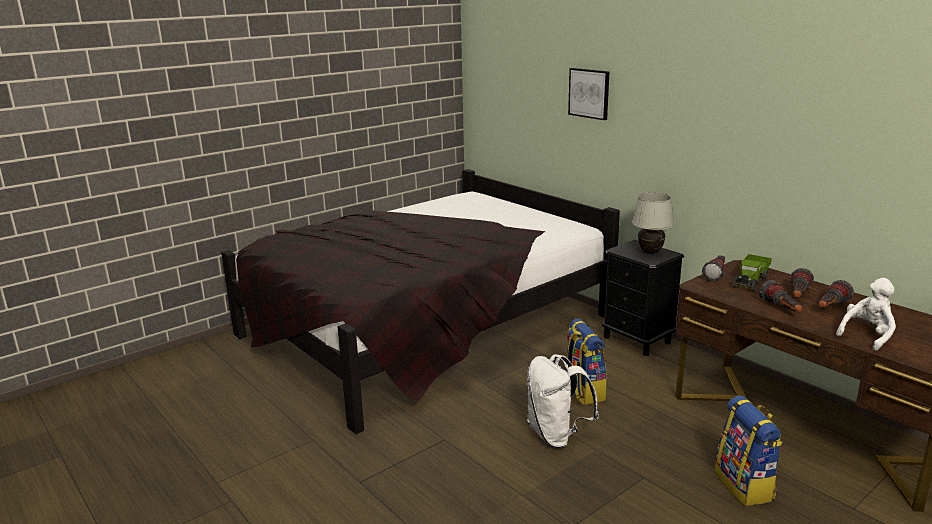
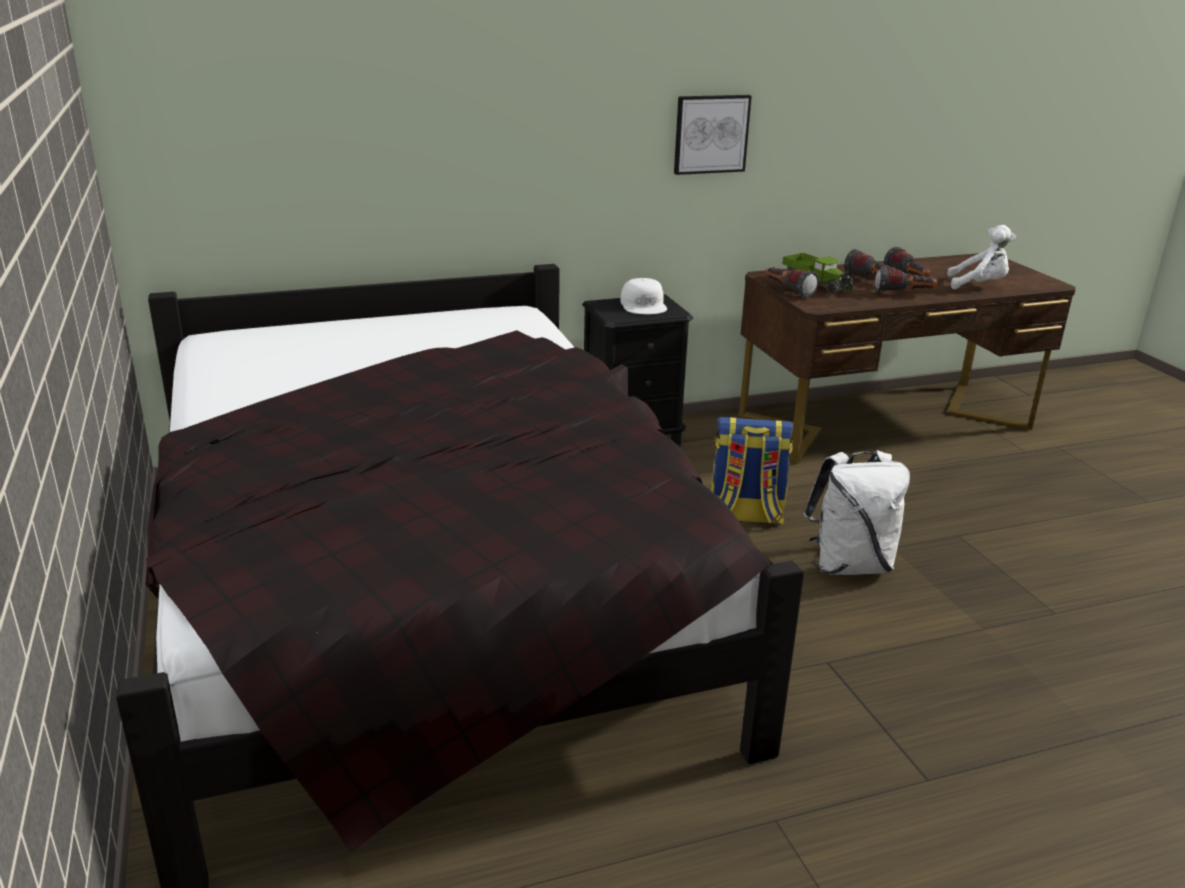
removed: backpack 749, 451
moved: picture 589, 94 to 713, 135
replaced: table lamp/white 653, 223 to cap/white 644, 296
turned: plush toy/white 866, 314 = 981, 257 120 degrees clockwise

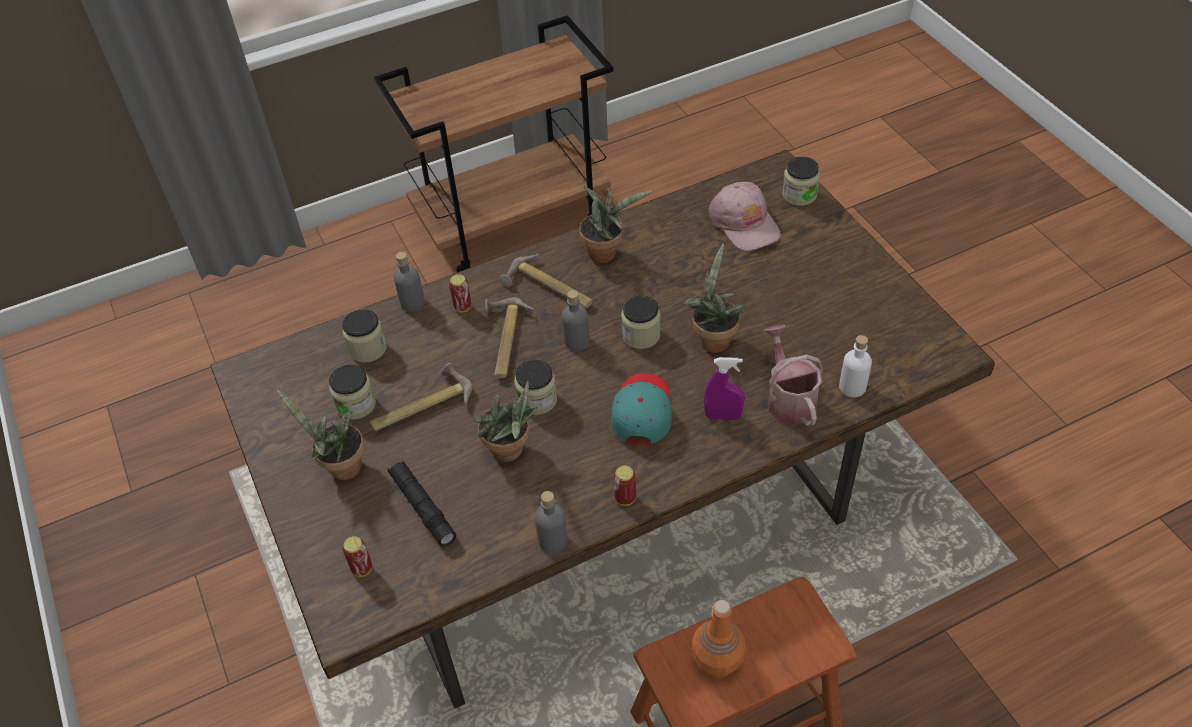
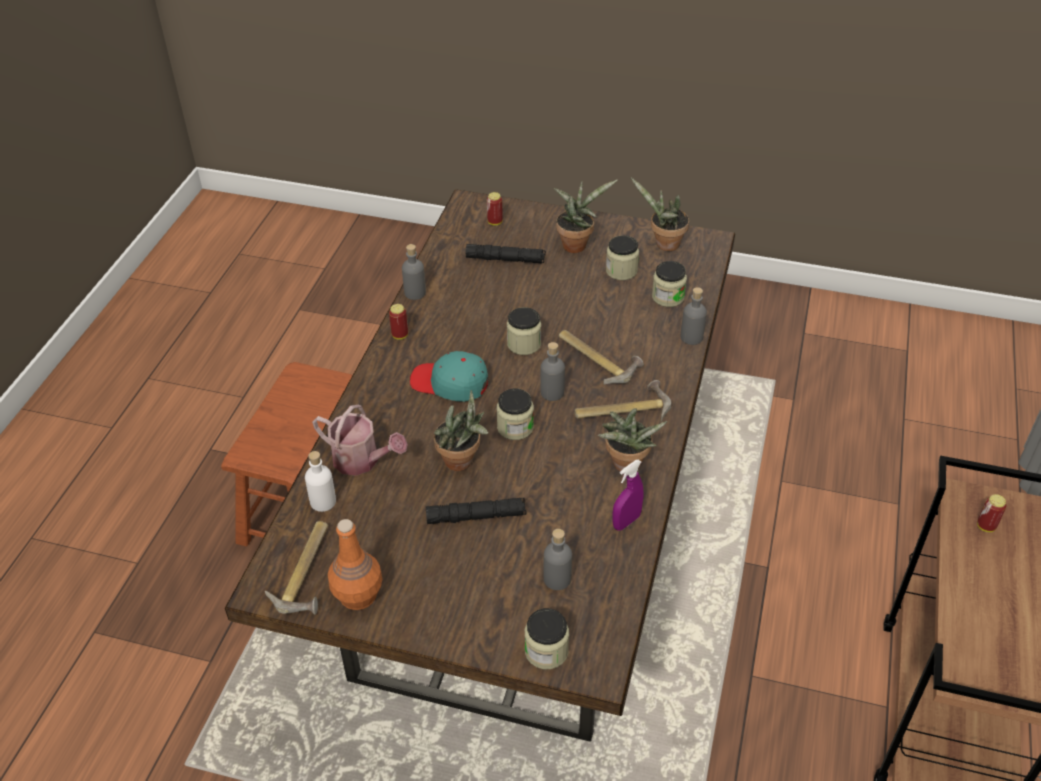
added: flashlight/black 476, 511
moved: can 460, 293 to 992, 513; spray bottle/purple 724, 388 to 628, 495; hammer 421, 397 to 296, 568; potted plant 506, 421 to 660, 214; bottle/orange 719, 639 to 355, 564
replaced: cap/pink 744, 216 to bottle/grey 557, 559
turned: cap/turquoise 641, 409 = 449, 376 150 degrees clockwise

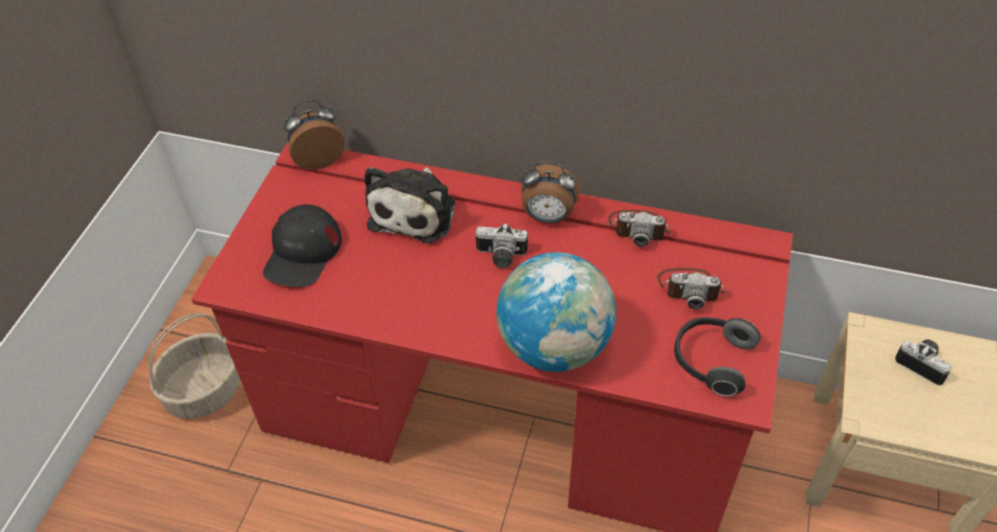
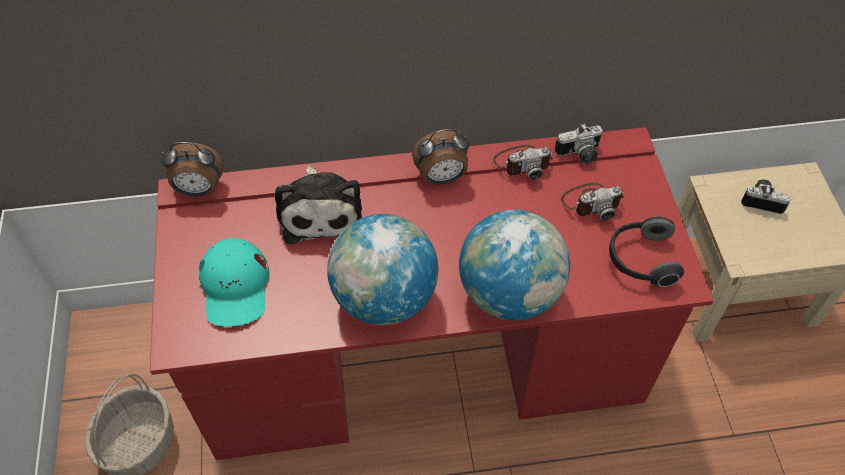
added: globe 382, 269
moved: photo camera 502, 245 to 578, 144
recoloured: cap/black 302, 245 to cap/turquoise 233, 282
turned: alarm clock 314, 135 = 193, 169 135 degrees counterclockwise

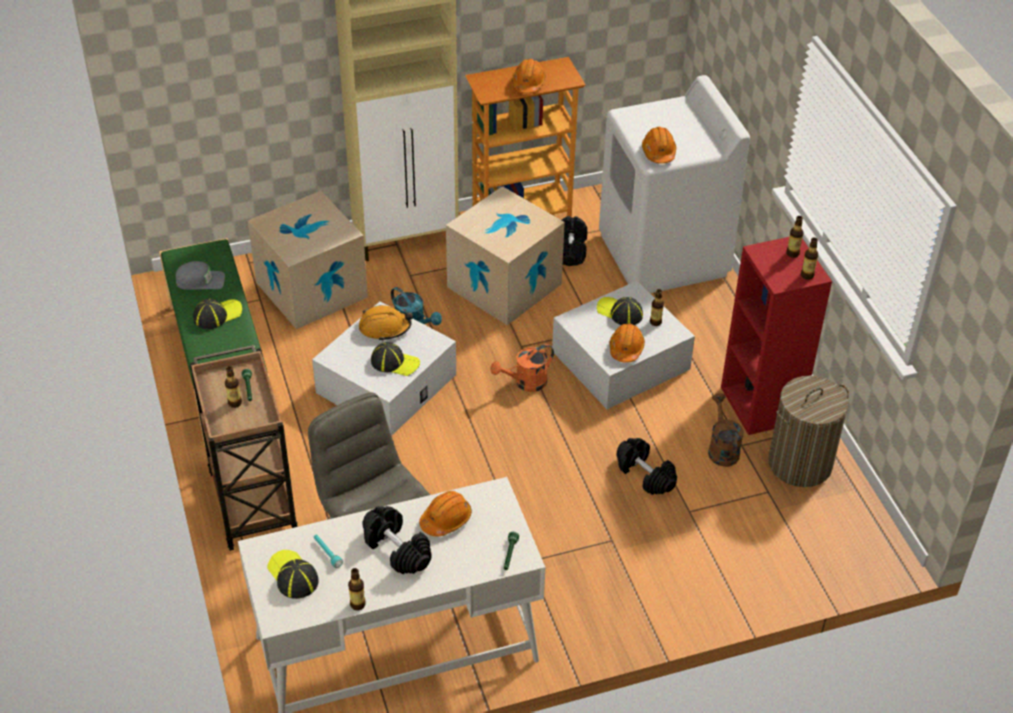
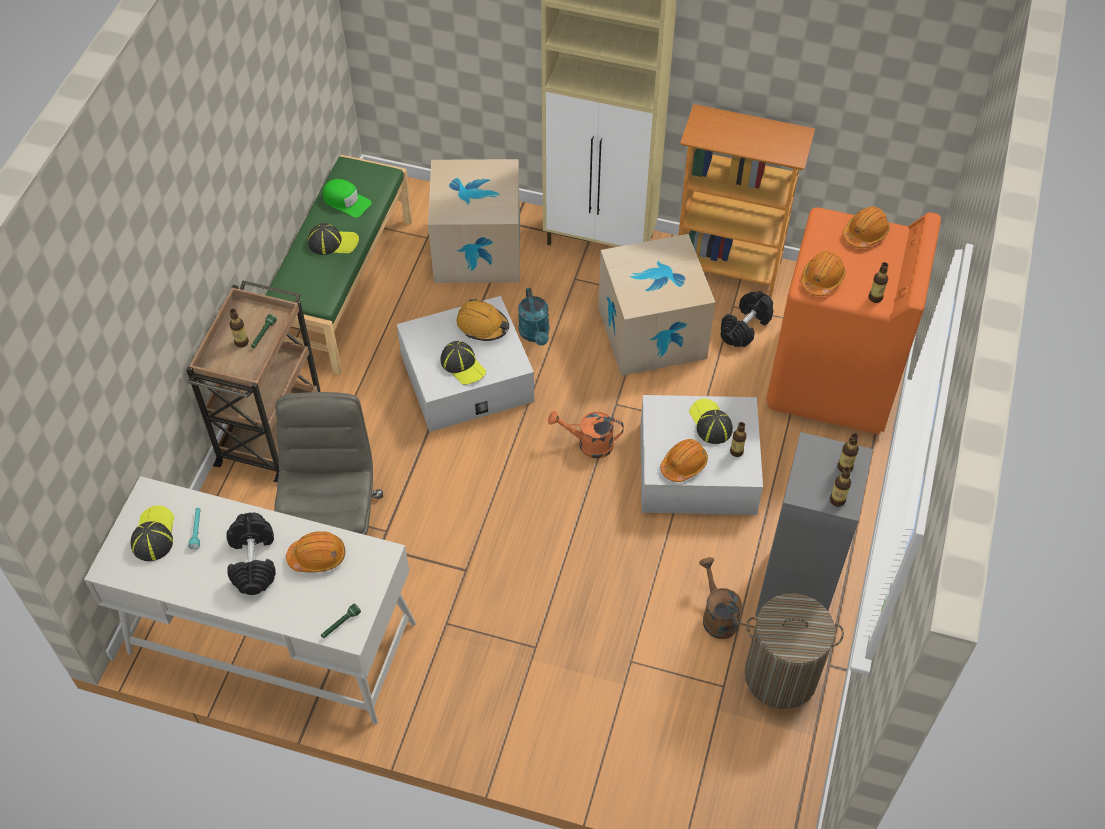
removed: dumbbell/black 647, 466
moved: hard hat/orange 529, 76 to 866, 227; bottle 357, 589 to 878, 282
recoloured: washing machine/white 674, 184 to washing machine/orange 853, 321; bookcase/red 776, 336 to bookcase/grey 814, 524; cap/grey 200, 275 to cap/green 347, 198
turned: watering can/brown 726, 430 = 720, 598 45 degrees counterclockwise

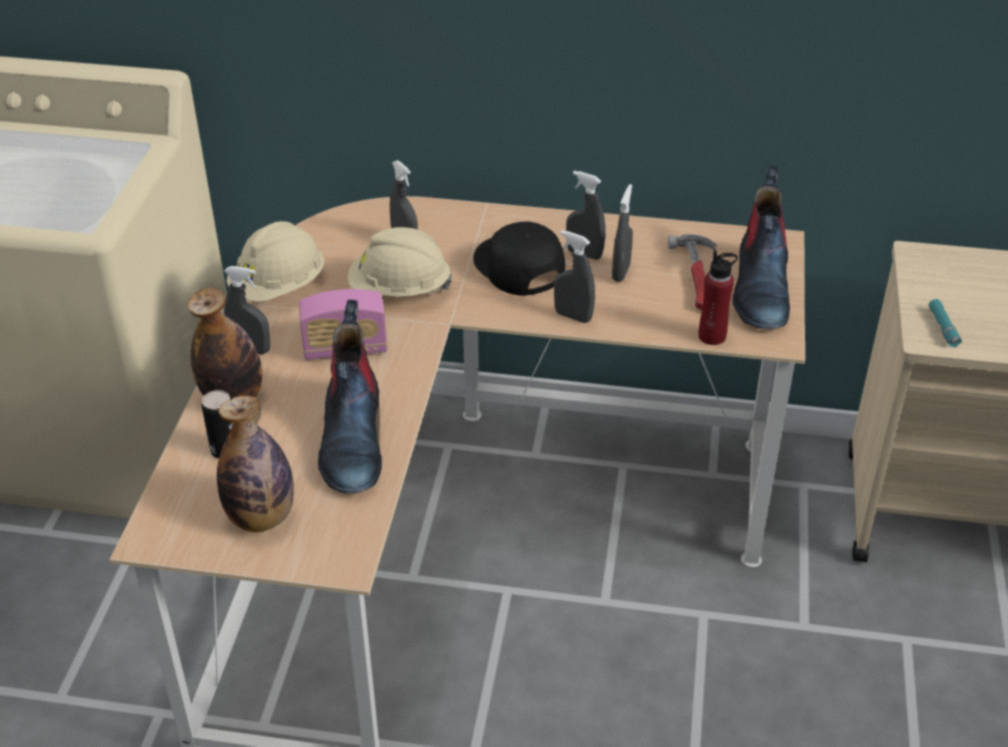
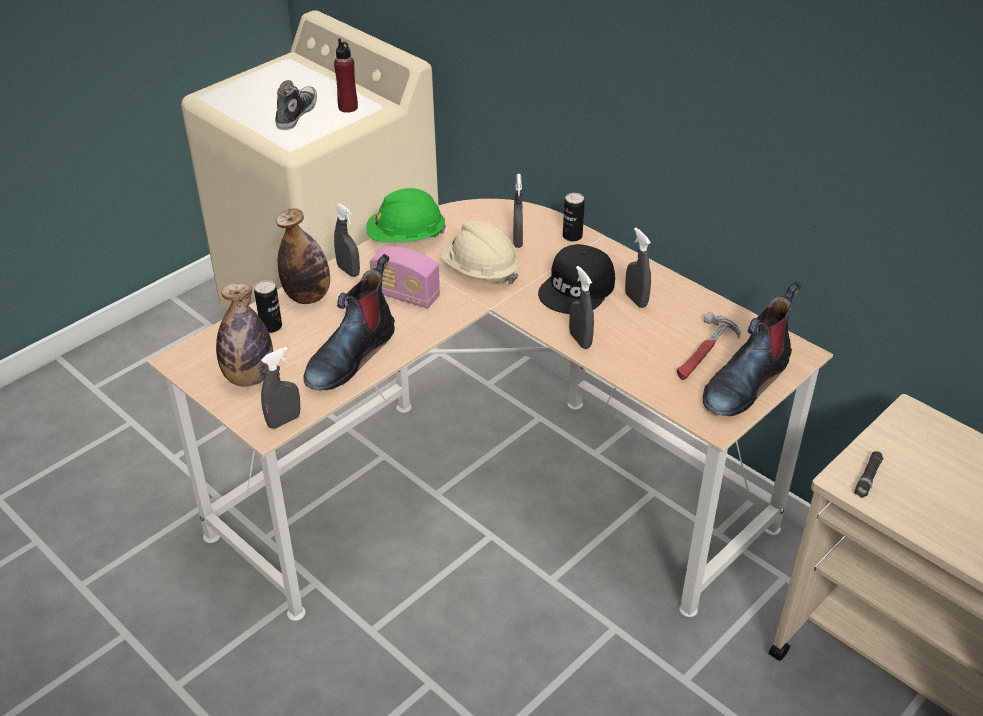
added: shoe 296, 105; can 574, 217
moved: spray bottle/grey 622, 233 to 280, 388; bottle/red 718, 298 to 346, 75
recoloured: hard hat/beige 275, 261 to hard hat/green 406, 215; flashlight/turquoise 945, 323 to flashlight/black 868, 474
turned: cap/black 519, 258 = 576, 279 150 degrees counterclockwise

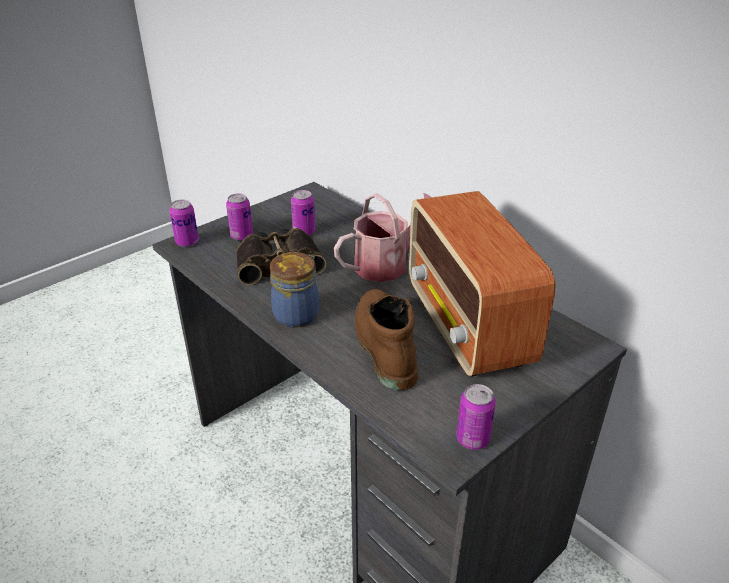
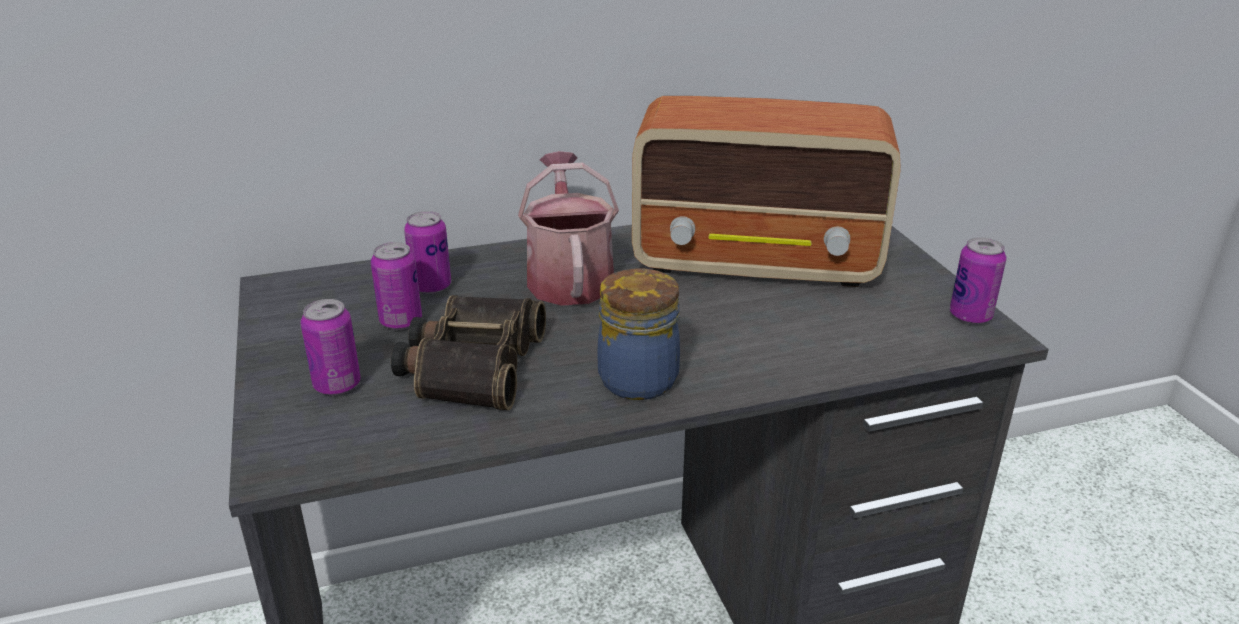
removed: boot/brown 386, 339
moved: can 184, 223 to 427, 252

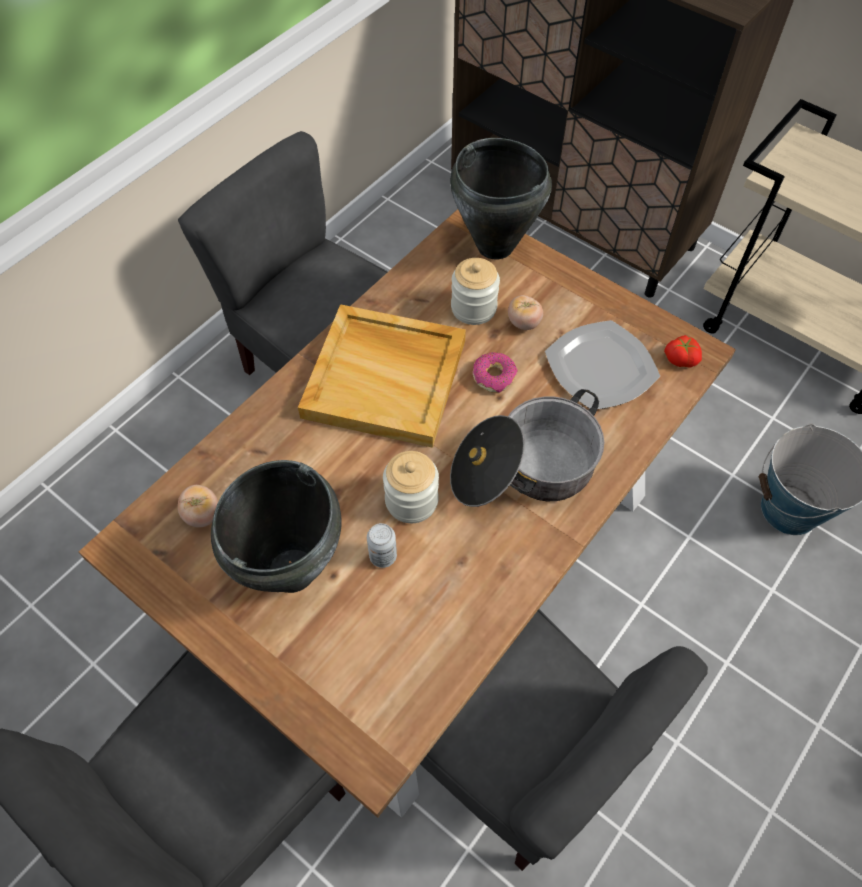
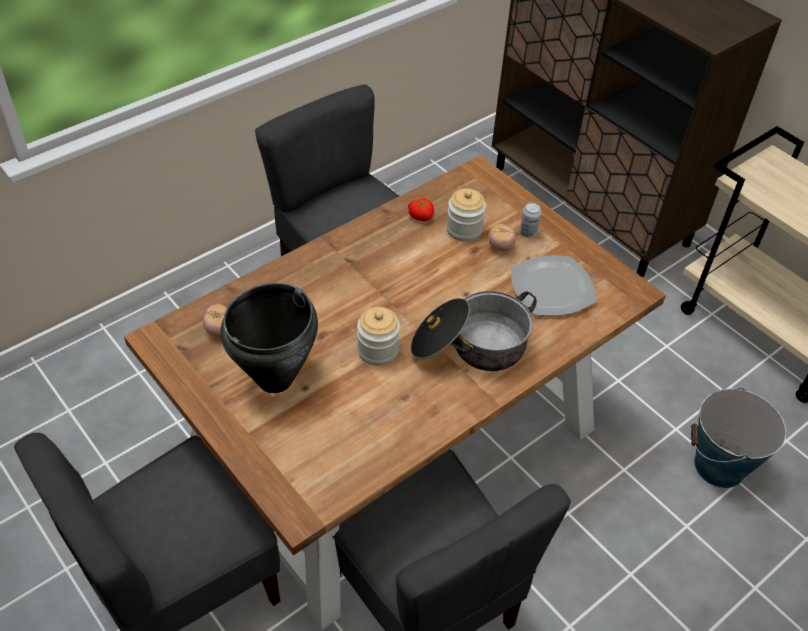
removed: cooking pot/black 501, 199; tray/beige 382, 376; donut 495, 372
moved: tomato 683, 351 to 421, 209; can 382, 545 to 530, 220

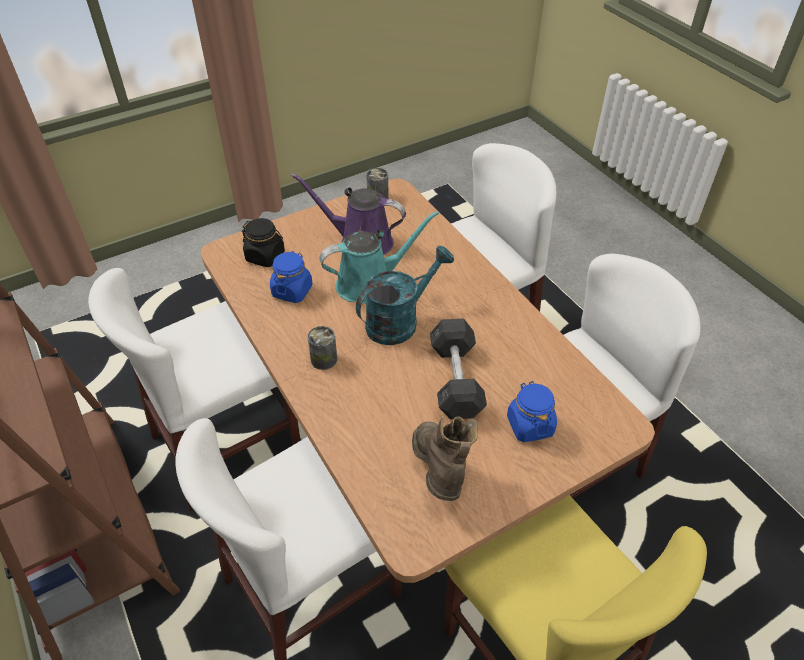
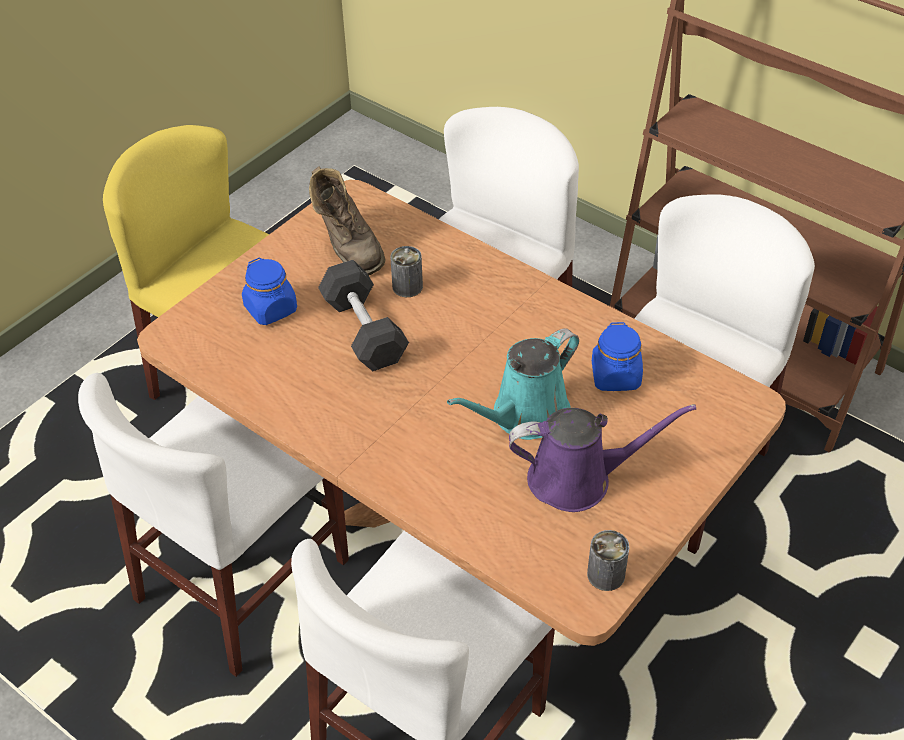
removed: jar/black 263, 242; watering can/turquoise 405, 295
moved: can 322, 348 to 406, 271

